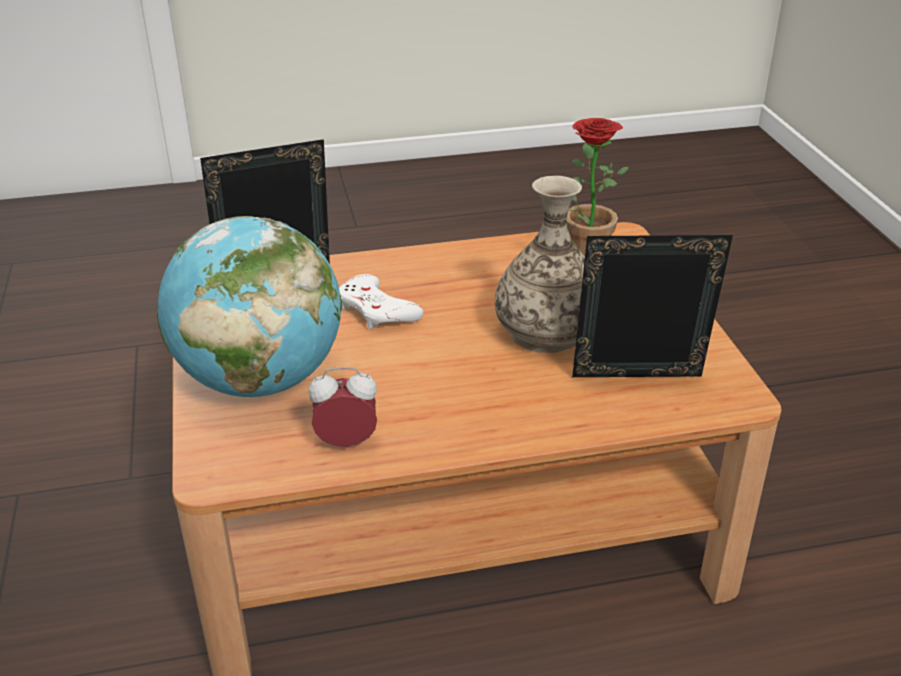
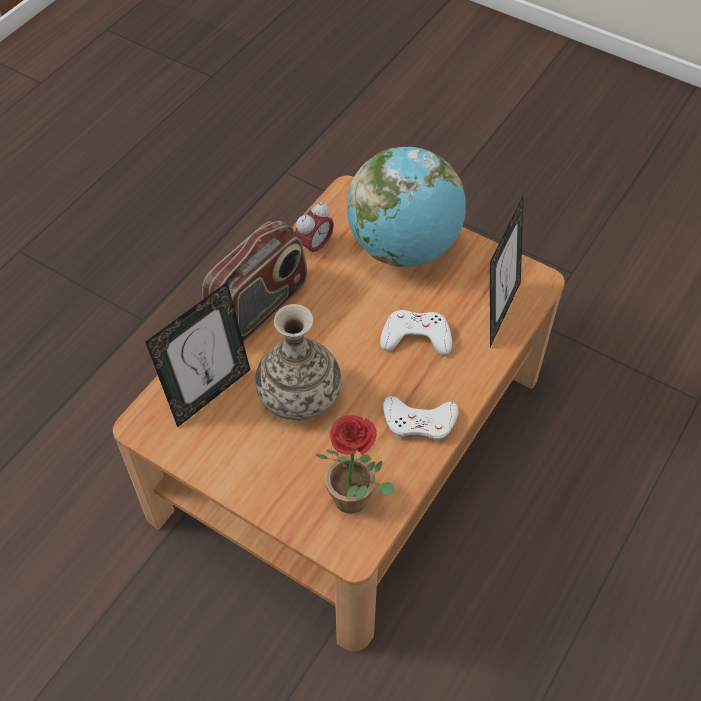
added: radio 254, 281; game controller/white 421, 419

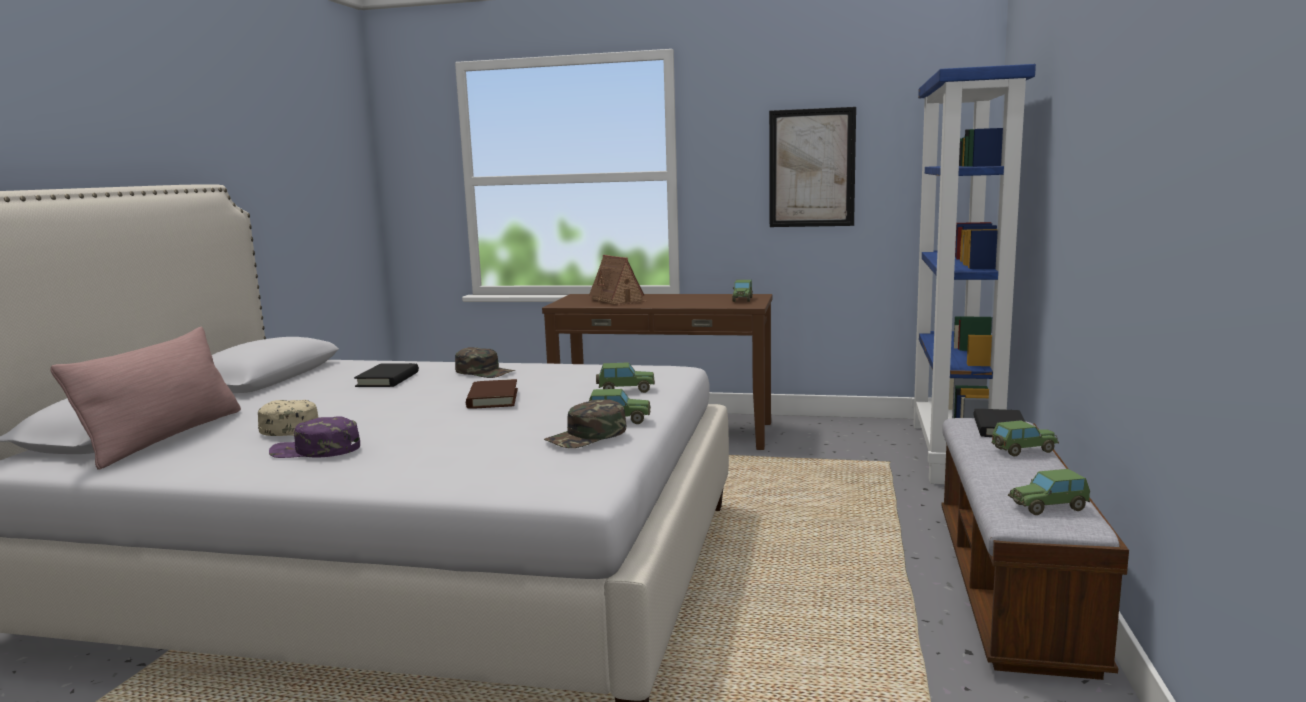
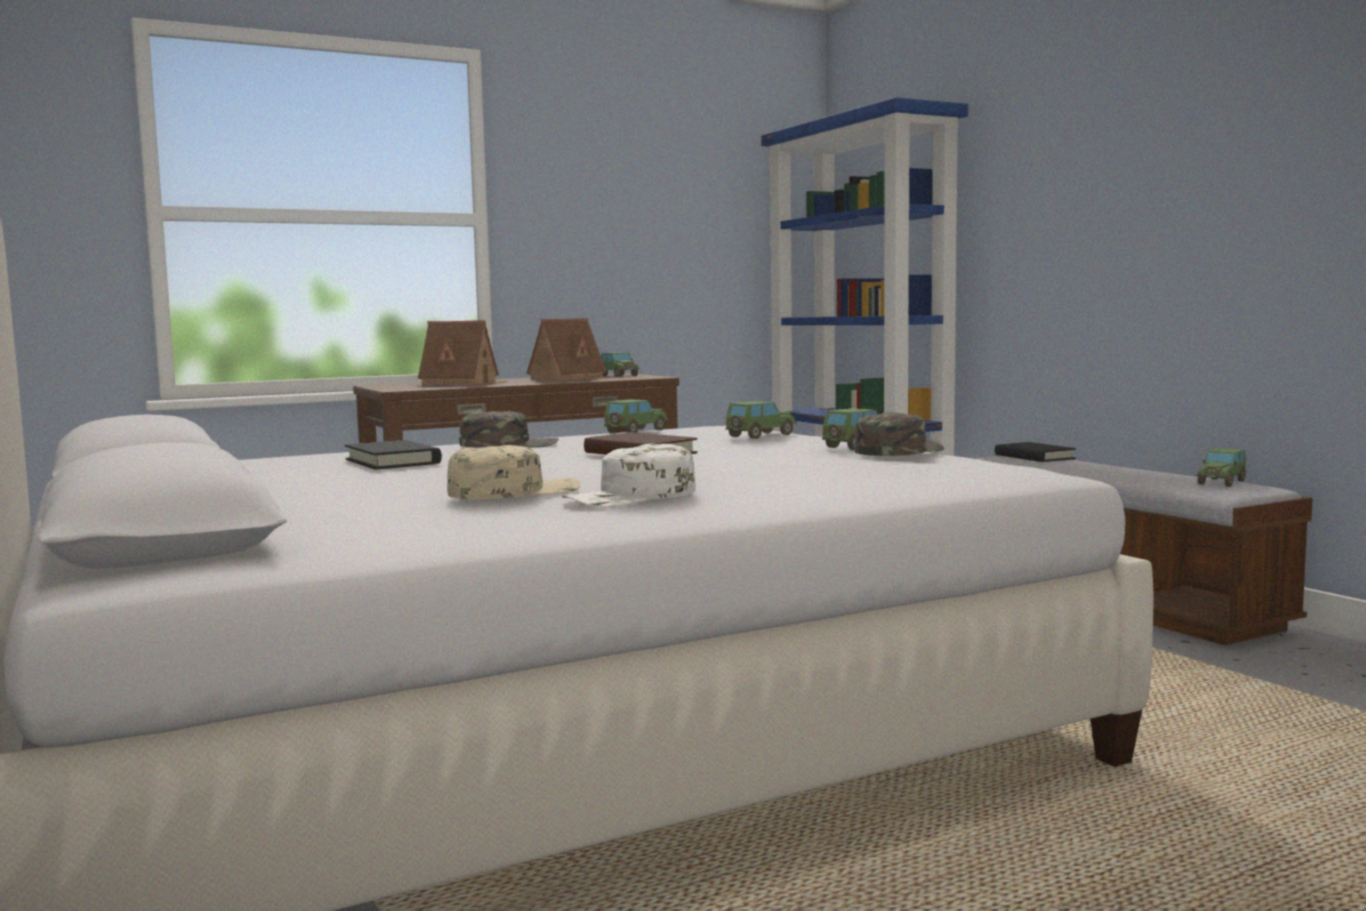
removed: picture 812, 167; pillow/pink 145, 398
added: toy house 569, 350
moved: toy car 1025, 438 to 636, 416
recoloured: cap/purple 314, 437 to cap/white 629, 475
turned: cap/green 585, 423 = 899, 434 150 degrees counterclockwise

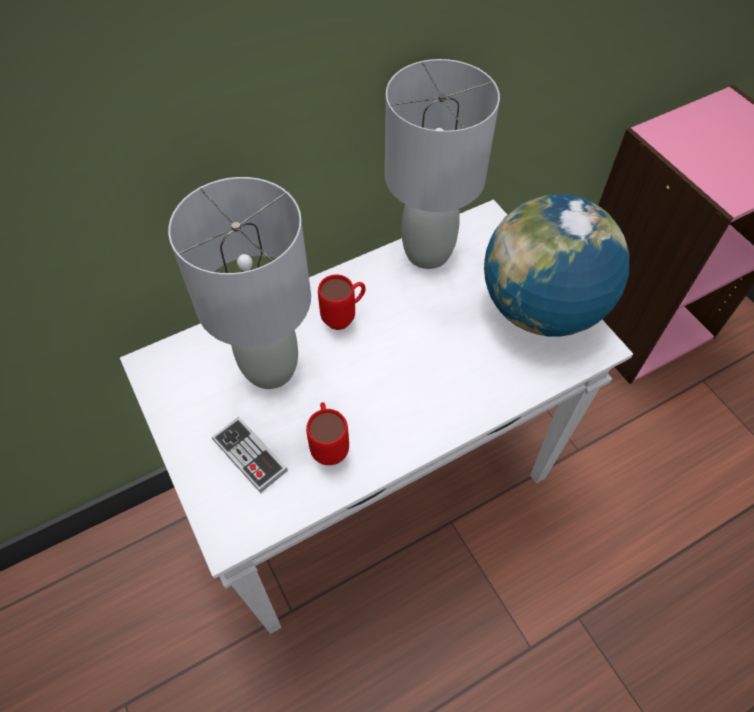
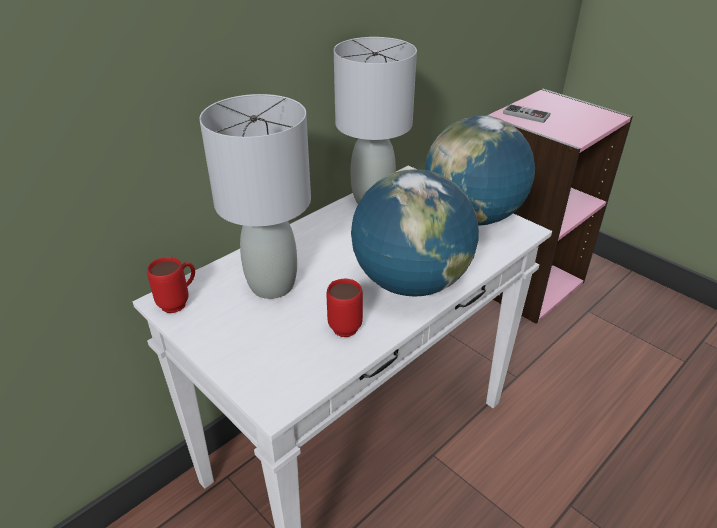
added: globe 415, 233
moved: mug/red 342, 302 to 171, 285; game controller 250, 455 to 526, 113

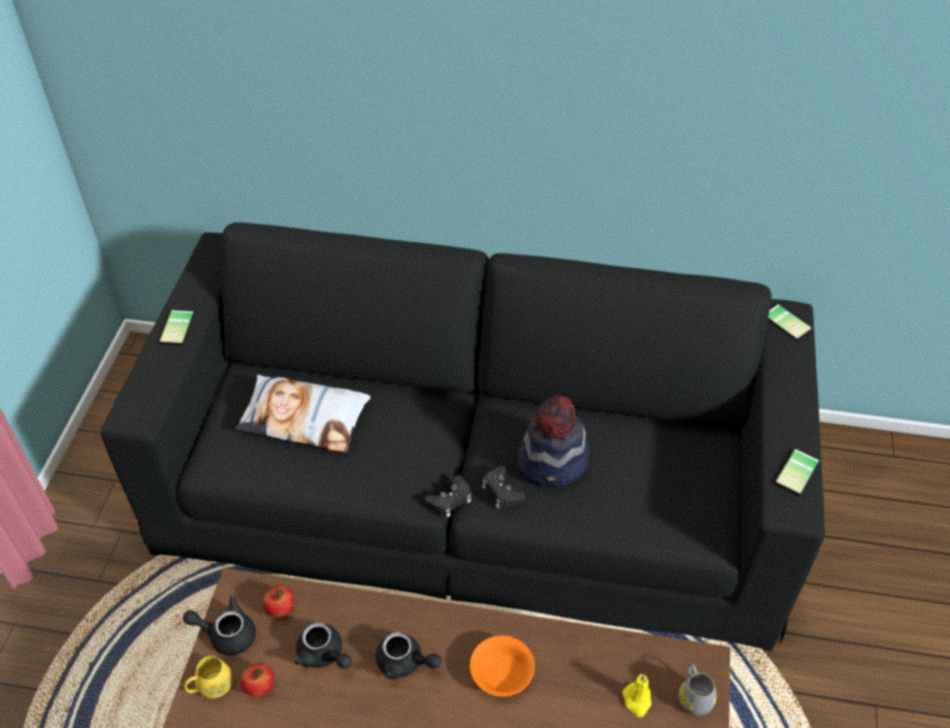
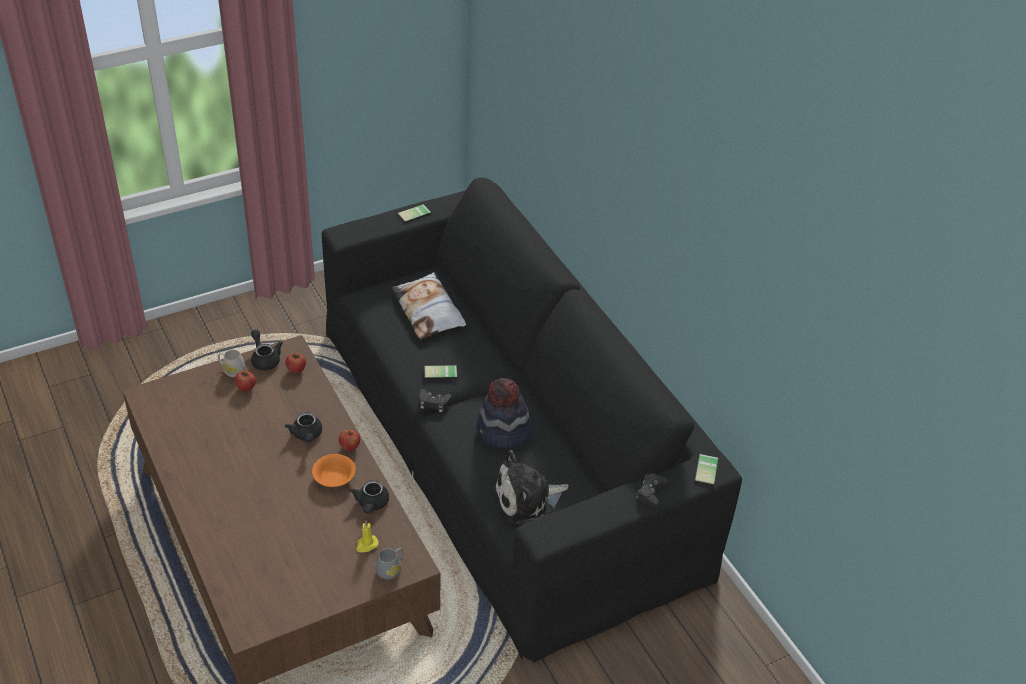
added: apple 349, 440; plush toy 531, 487
moved: phone 797, 472 to 440, 372; game controller/black 503, 487 to 651, 490; teapot/black 323, 645 to 369, 497
recoloured: mug/yellow 208, 677 to mug/white 231, 363

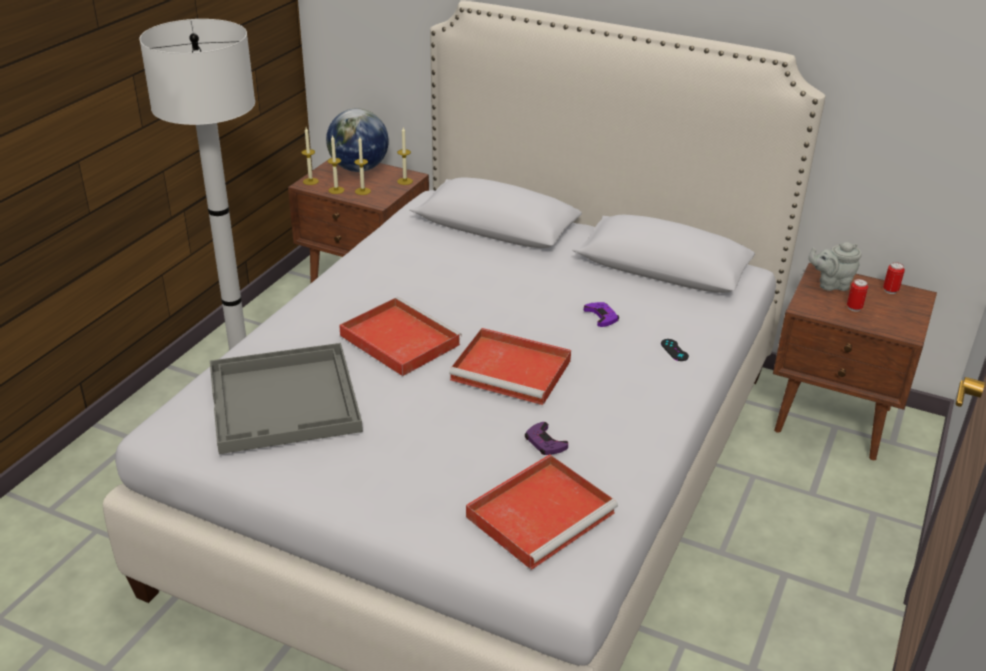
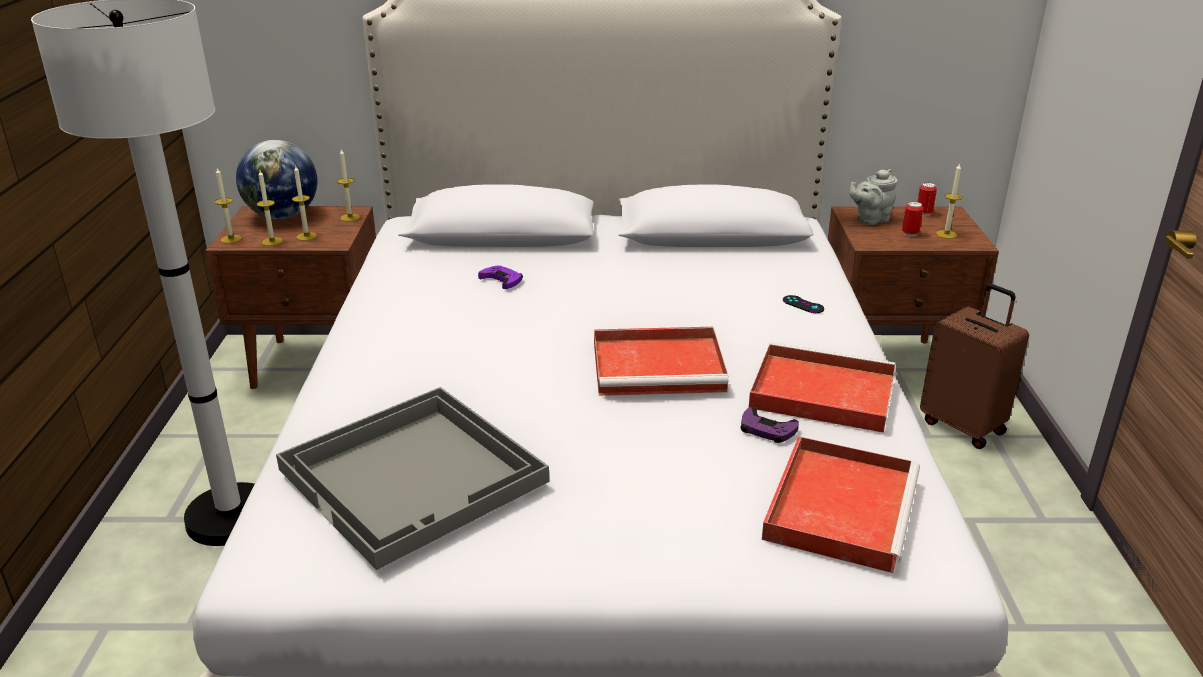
added: candle 949, 201; suitcase/brown 974, 366
moved: tray/red 400, 336 to 822, 387; game controller/purple 601, 314 to 500, 277

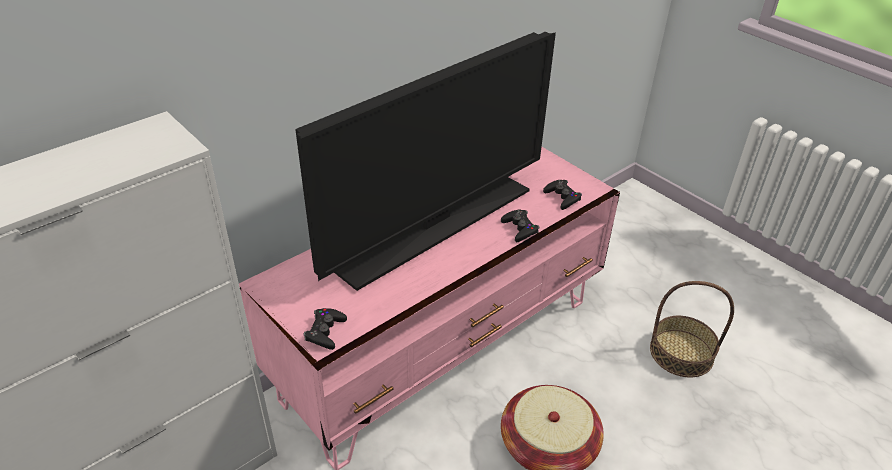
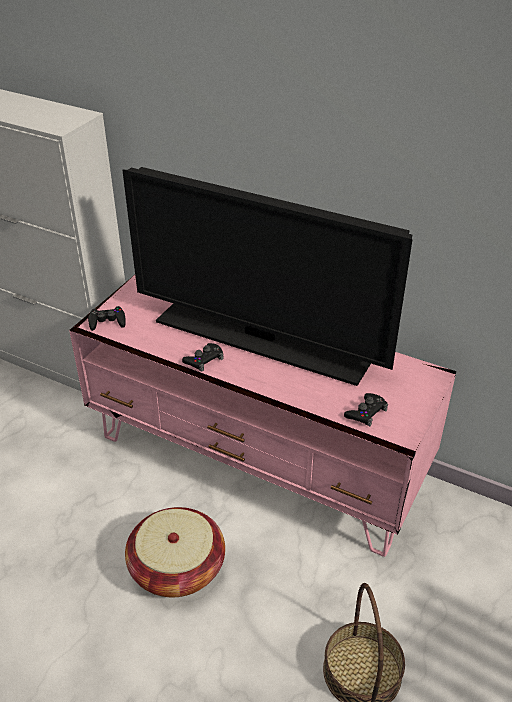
moved: game controller/black 520, 226 to 203, 357

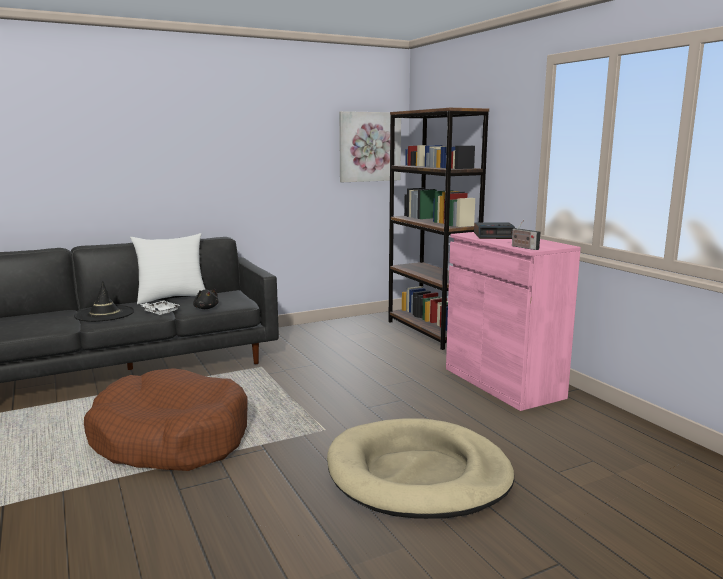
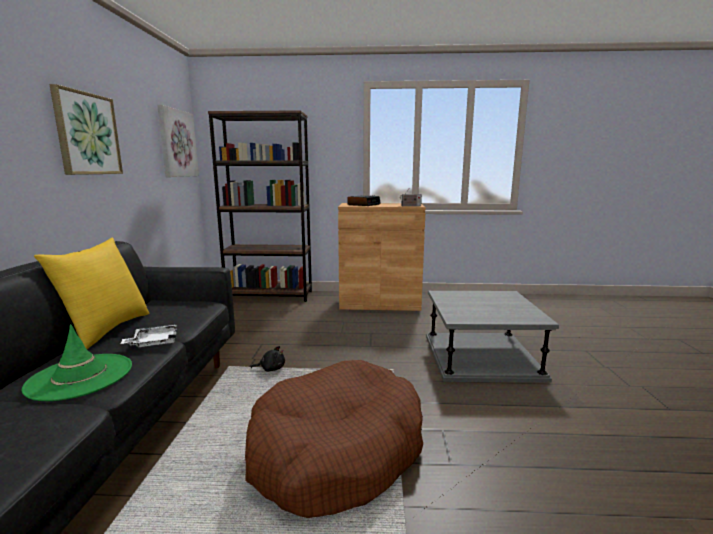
added: picture 86, 129
moved: plush toy/black 205, 299 to 268, 359
replaced: dog bed/beige 420, 468 to side table/grey 492, 337
recoloured: cabinet/pink 513, 321 to cabinet/brown 382, 257; pillow/white 167, 268 to pillow/yellow 92, 293; hat/black 104, 301 to hat/green 76, 362

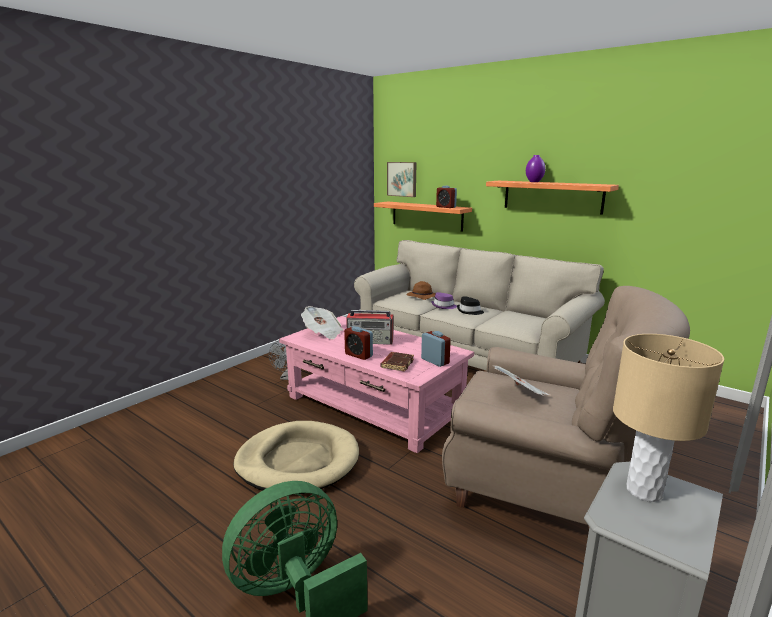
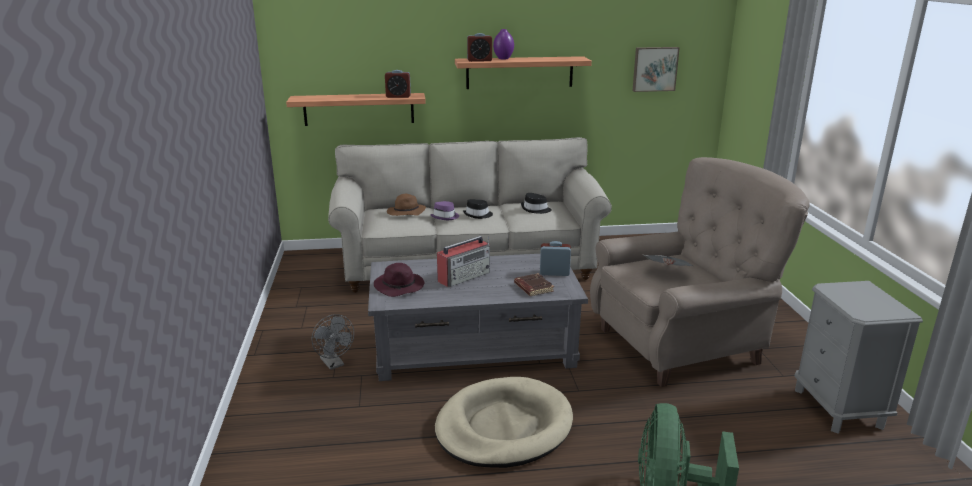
removed: table lamp/beige 668, 418
added: hat/black 536, 203
moved: picture 402, 179 to 656, 69; alarm clock 358, 343 to 479, 47
replaced: newspaper 322, 322 to hat/purple 399, 280
recoloured: coffee table/pink 376, 384 to coffee table/grey 478, 317

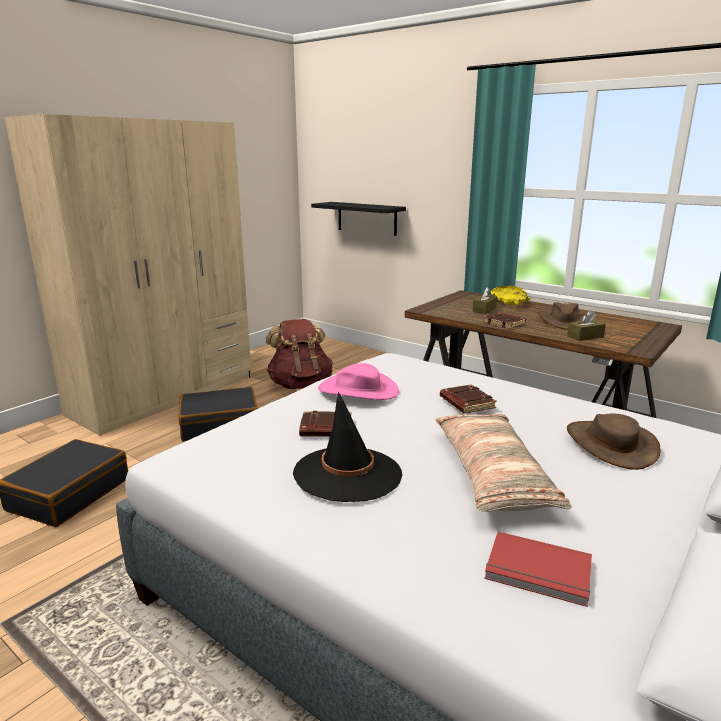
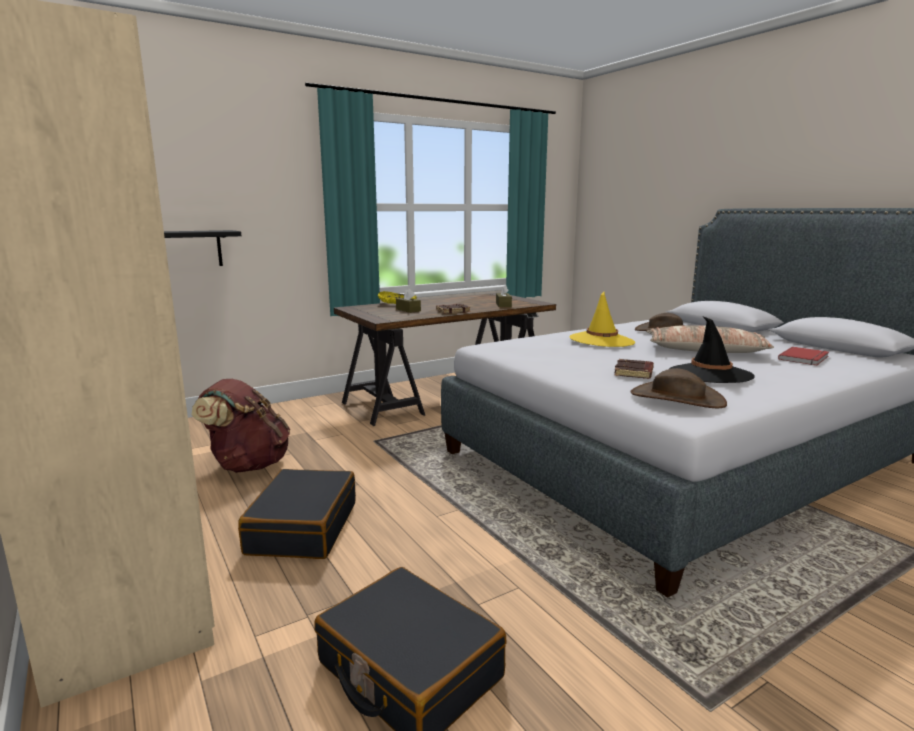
removed: hat/pink 358, 381
moved: hat/brown 562, 316 to 679, 388
replaced: book/brown 468, 399 to hat/yellow 602, 319

